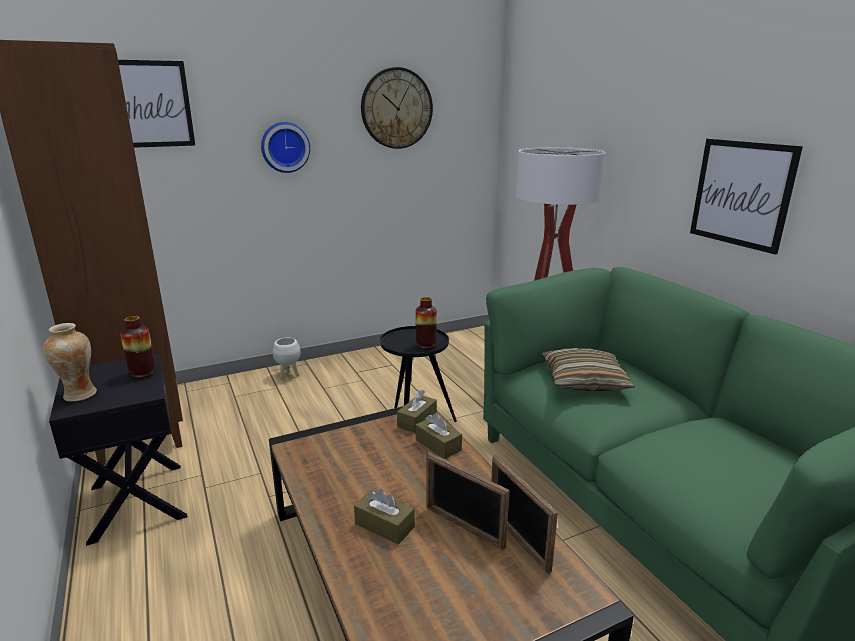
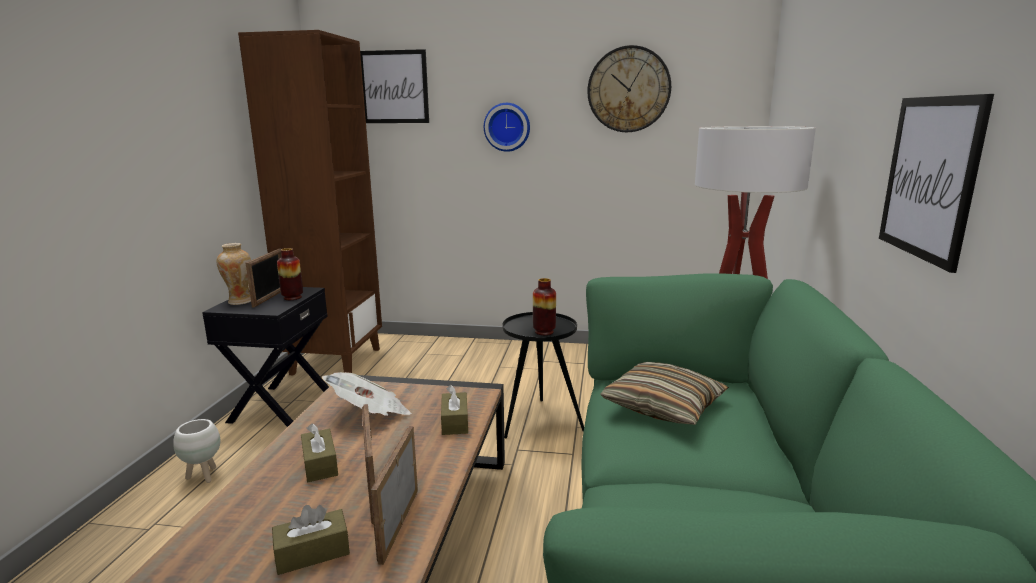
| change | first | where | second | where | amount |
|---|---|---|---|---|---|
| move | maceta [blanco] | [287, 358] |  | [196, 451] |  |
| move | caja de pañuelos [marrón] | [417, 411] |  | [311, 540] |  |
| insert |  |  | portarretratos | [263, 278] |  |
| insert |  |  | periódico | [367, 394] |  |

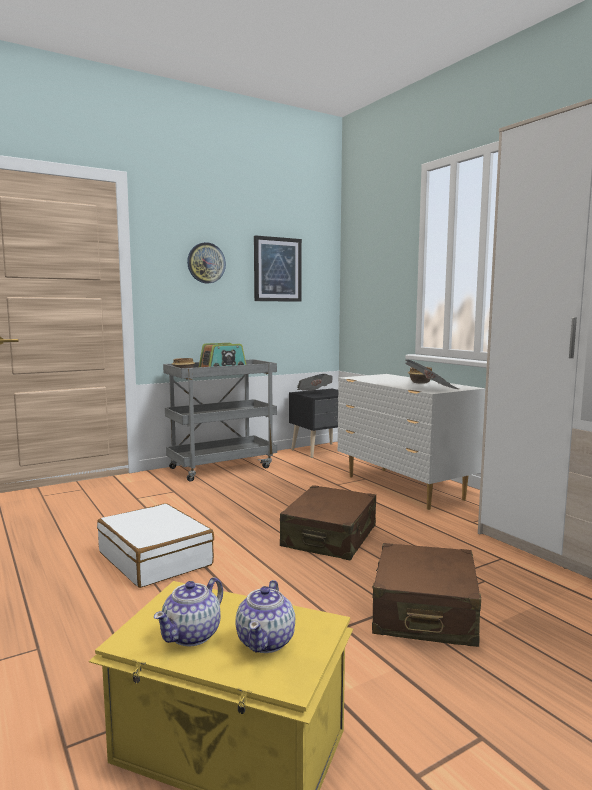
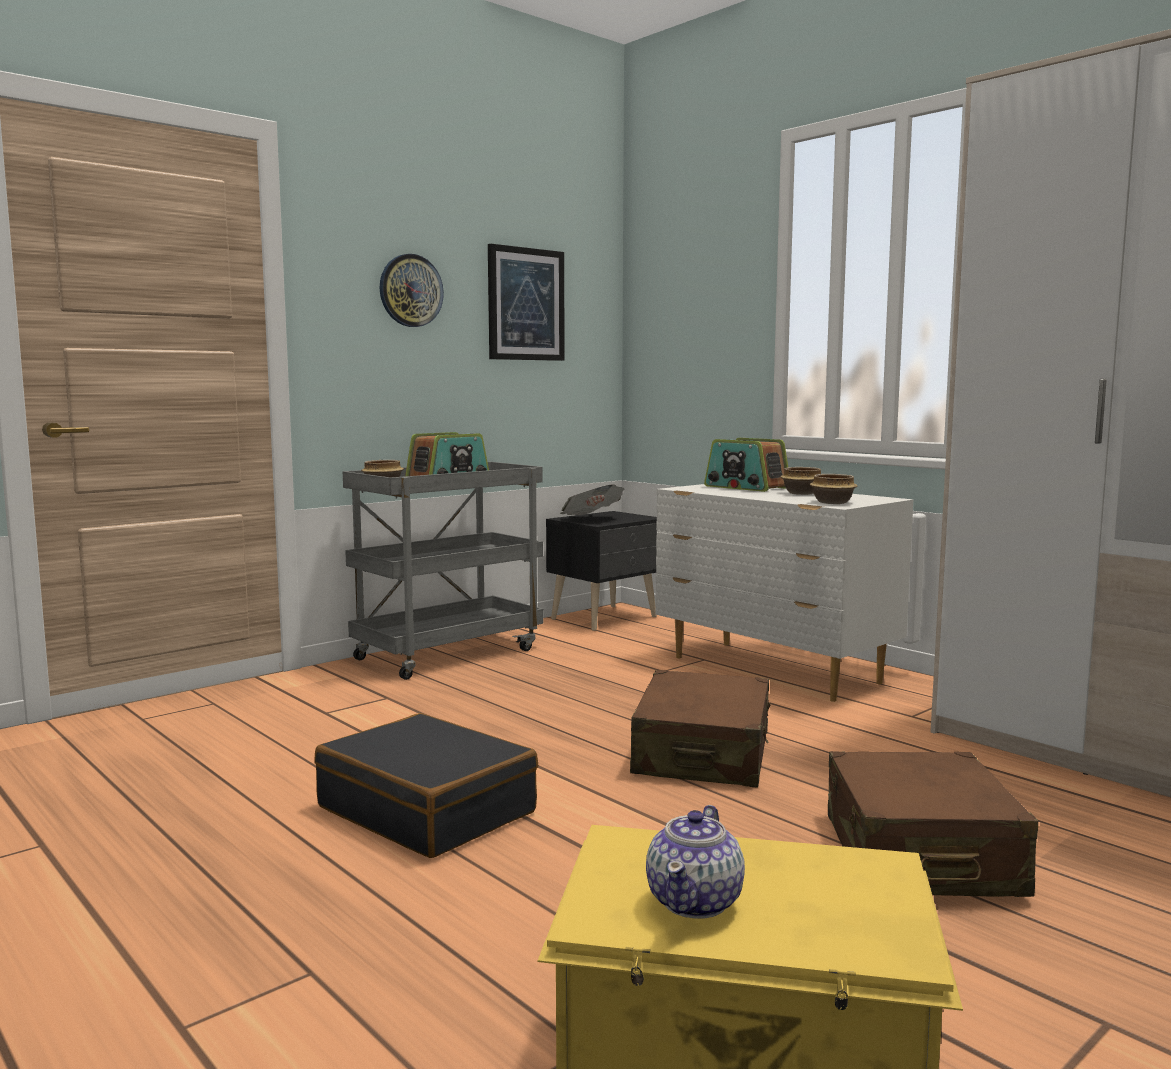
| change | first | where | second | where | amount |
|---|---|---|---|---|---|
| recolor | maleta [blanco] | [155, 545] | maleta [negro] | [426, 785] |  |
| delete | tetera | [265, 616] |  |  |  |
| replace | periódico | [432, 374] | cuenco | [833, 489] |  |
| insert |  |  | radio | [746, 465] |  |

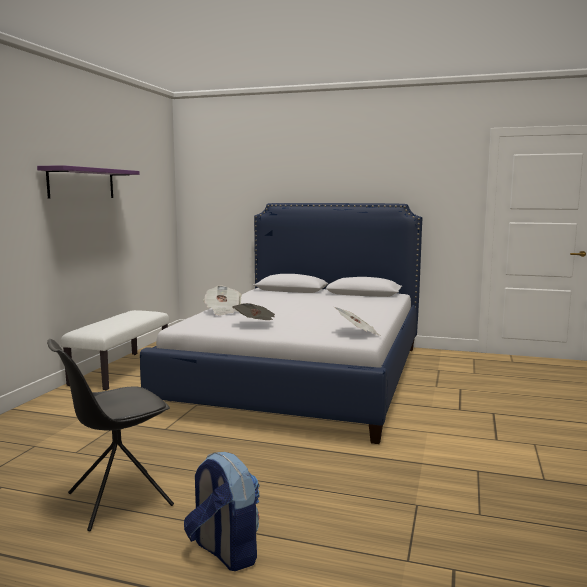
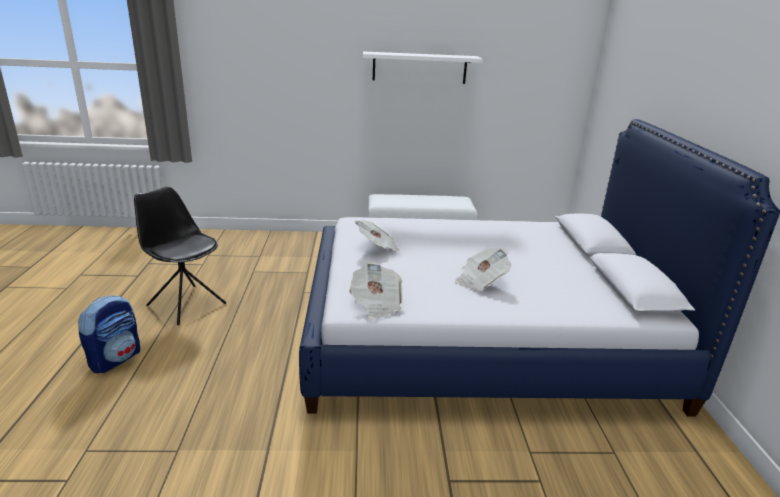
| change | first | where | second | where | amount |
|---|---|---|---|---|---|
| recolor | estante [morado] | [88, 182] | estante [blanco] | [423, 67] |  |
| move | periódico | [222, 300] |  | [483, 269] |  |

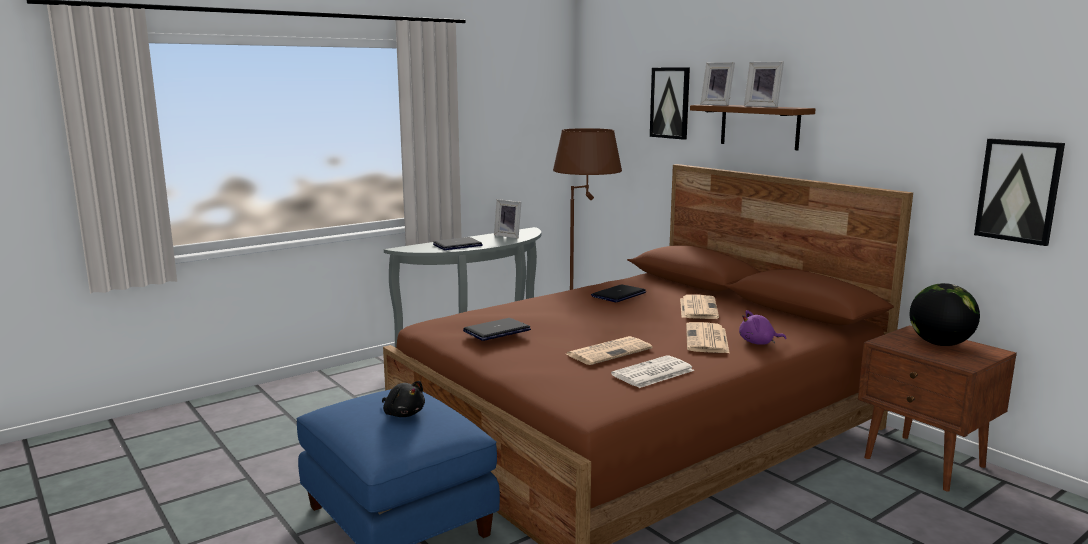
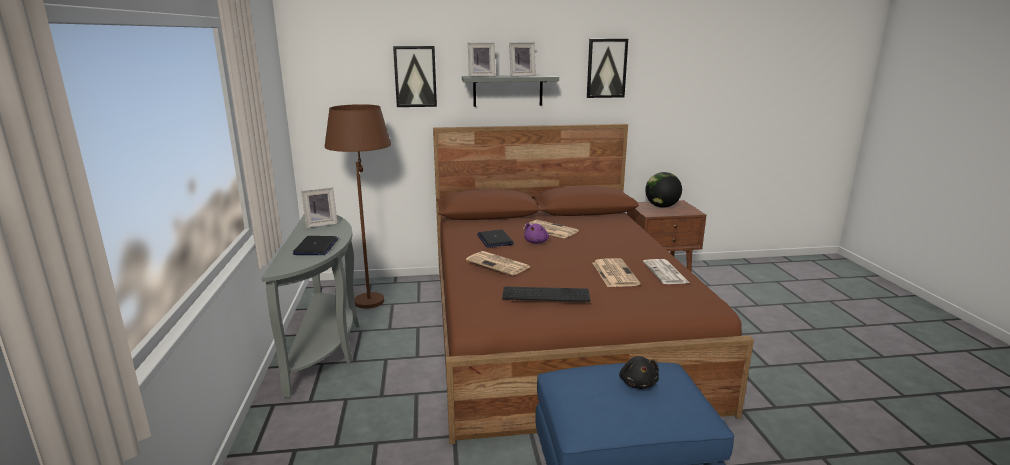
| change | first | where | second | where | amount |
|---|---|---|---|---|---|
| rotate | peluche [negro] | [403, 399] |  | [639, 372] | 105 degrees clockwise |
| replace | portátil | [497, 329] | teclado | [546, 294] |  |
| move | periódico | [708, 337] |  | [498, 263] |  |
| recolor | estante [marrón] | [753, 127] | estante [gris] | [510, 91] |  |
| move | peluche [morado] | [762, 327] |  | [536, 233] |  |
| move | cuadro | [1019, 192] |  | [607, 68] |  |

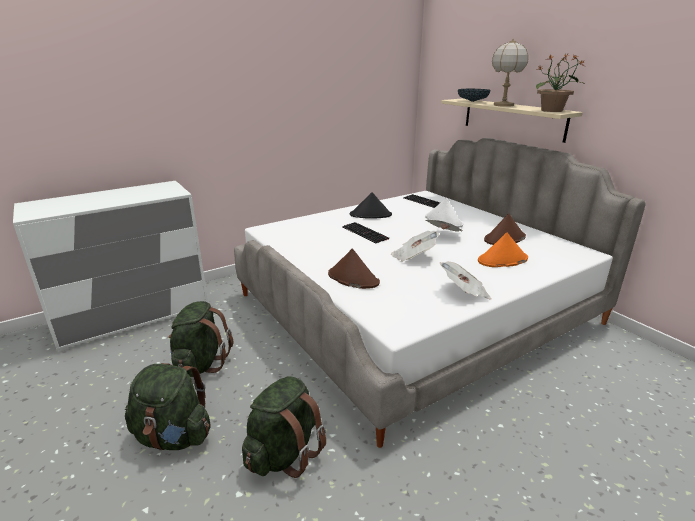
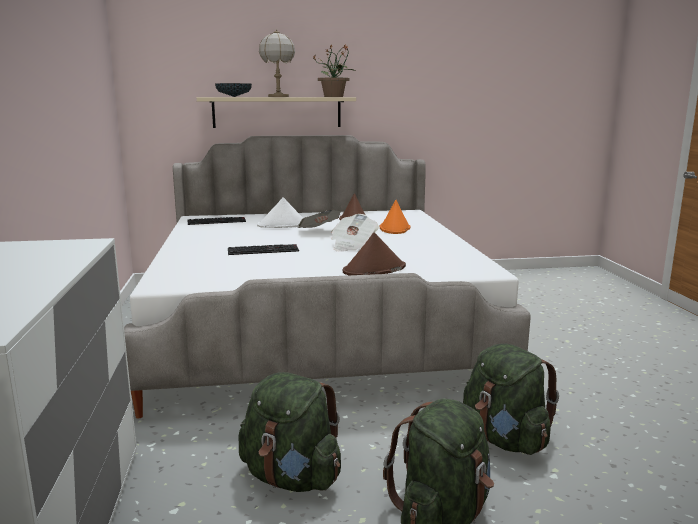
| change | first | where | second | where | amount |
|---|---|---|---|---|---|
| delete | sombrero [negro] | [371, 205] |  |  |  |
| delete | periódico | [466, 280] |  |  |  |

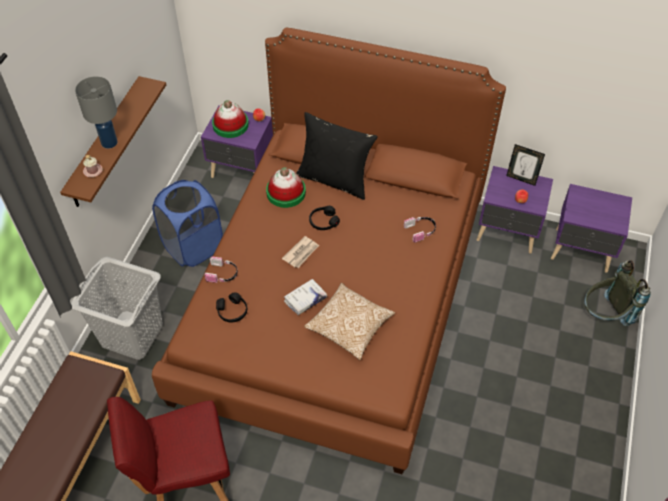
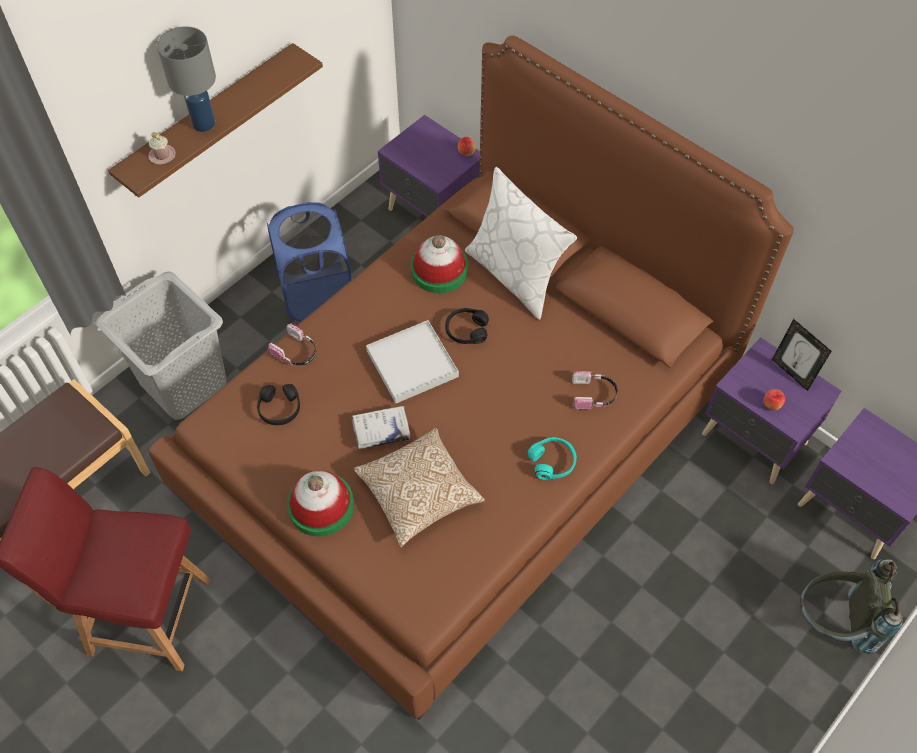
| change | first | where | second | where | amount |
|---|---|---|---|---|---|
| move | sombrero | [230, 119] |  | [320, 503] |  |
| replace | periódico | [300, 252] | bandeja [blanco] | [412, 362] |  |
| recolor | cojín [negro] | [337, 156] | cojín [blanco] | [521, 243] |  |
| insert |  |  | auriculares [turquesa] | [552, 458] |  |

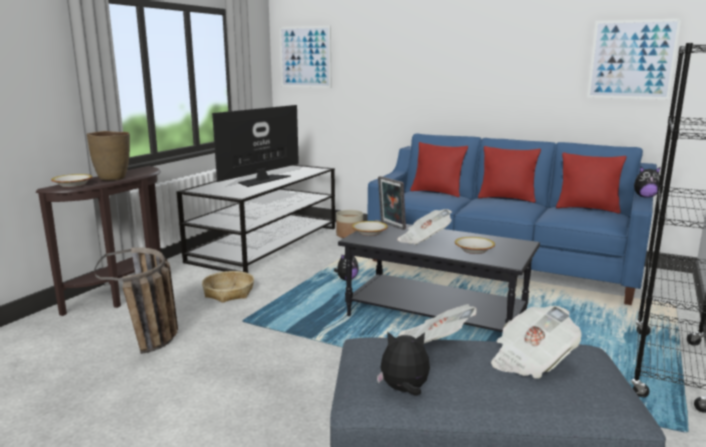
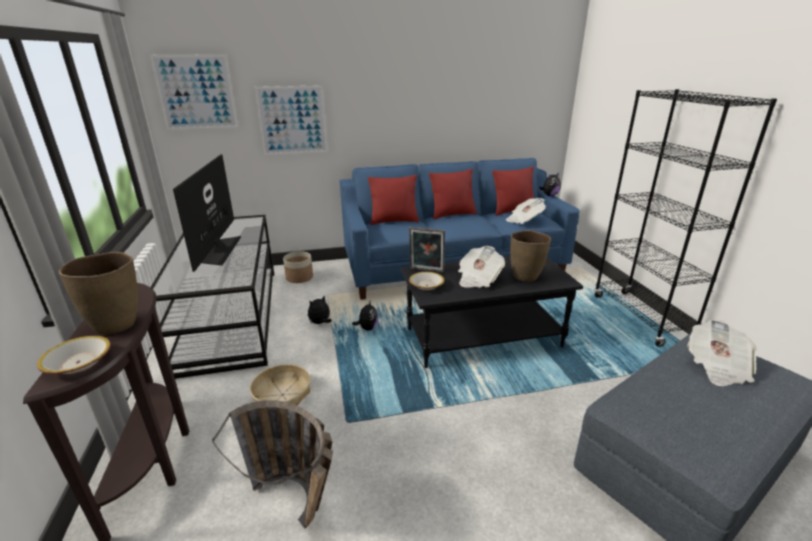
| change | first | where | second | where | amount |
|---|---|---|---|---|---|
| move | peluche | [403, 364] |  | [320, 310] |  |
| move | periódico | [438, 323] |  | [526, 211] |  |
| replace | cuenco | [475, 245] | florero [marrón] | [530, 256] |  |
| move | cuadro | [634, 59] |  | [291, 120] |  |

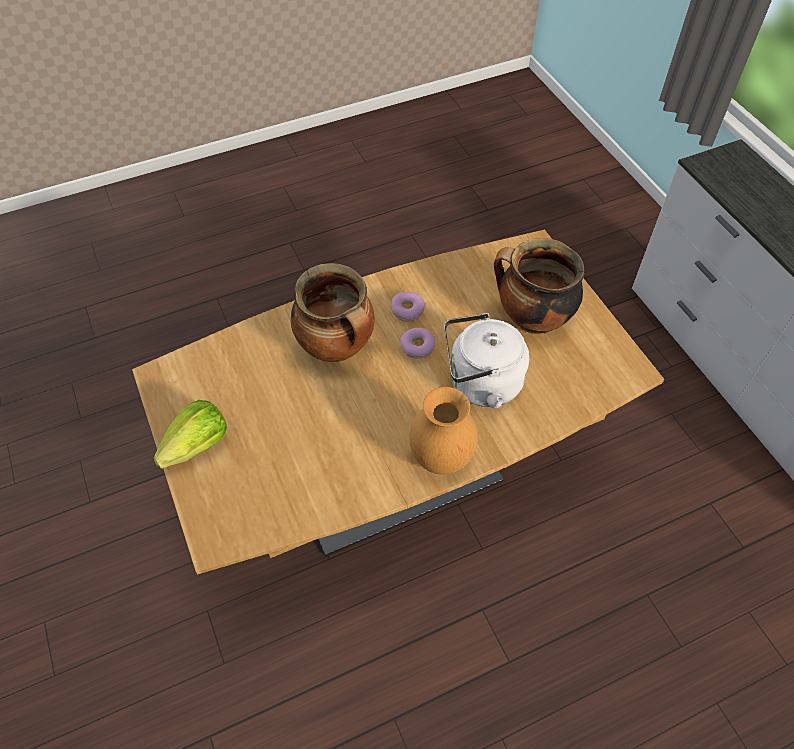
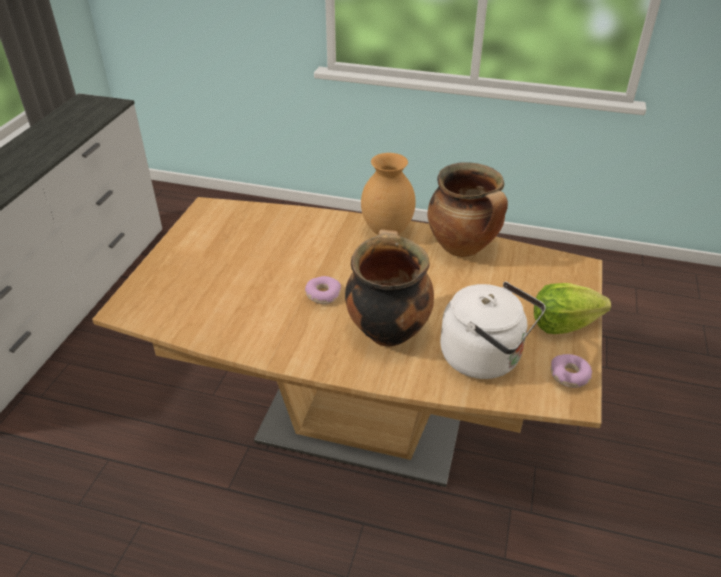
| change | first | where | second | where | amount |
|---|---|---|---|---|---|
| move | rosquilla | [408, 307] |  | [571, 371] |  |
| move | hervidor [blanco] | [486, 361] |  | [493, 330] |  |
| move | olla | [539, 286] |  | [467, 209] |  |

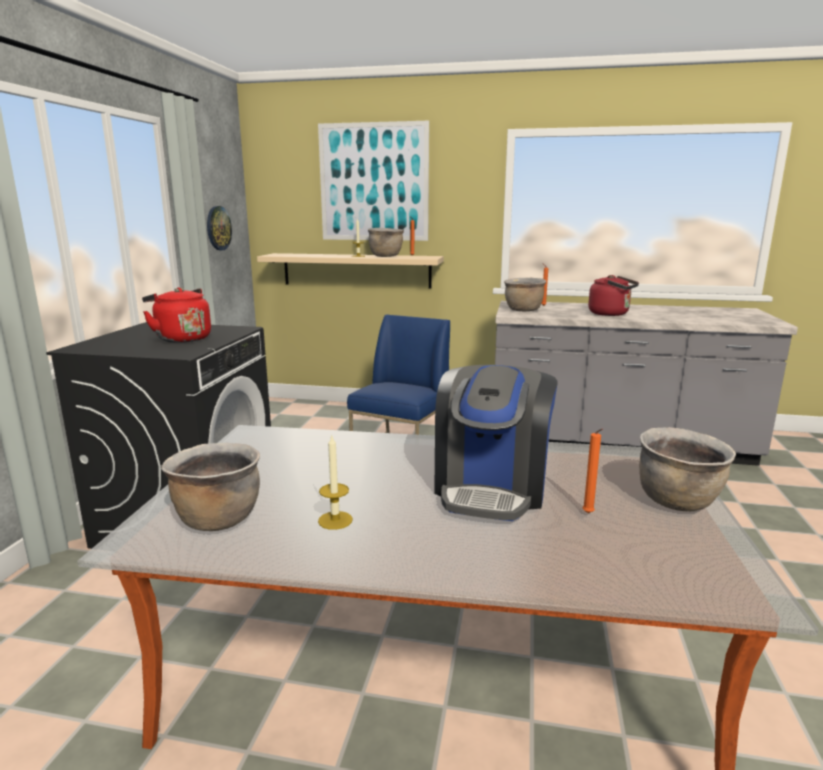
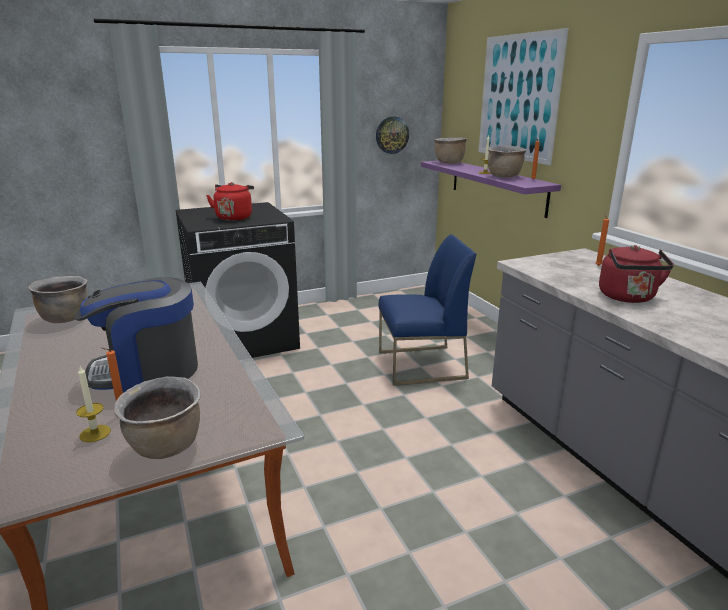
| change | first | where | second | where | amount |
|---|---|---|---|---|---|
| recolor | estante [beis] | [350, 270] | estante [morado] | [491, 189] |  |
| move | vela | [335, 482] |  | [93, 404] |  |
| move | olla [marrón] | [525, 294] |  | [450, 150] |  |

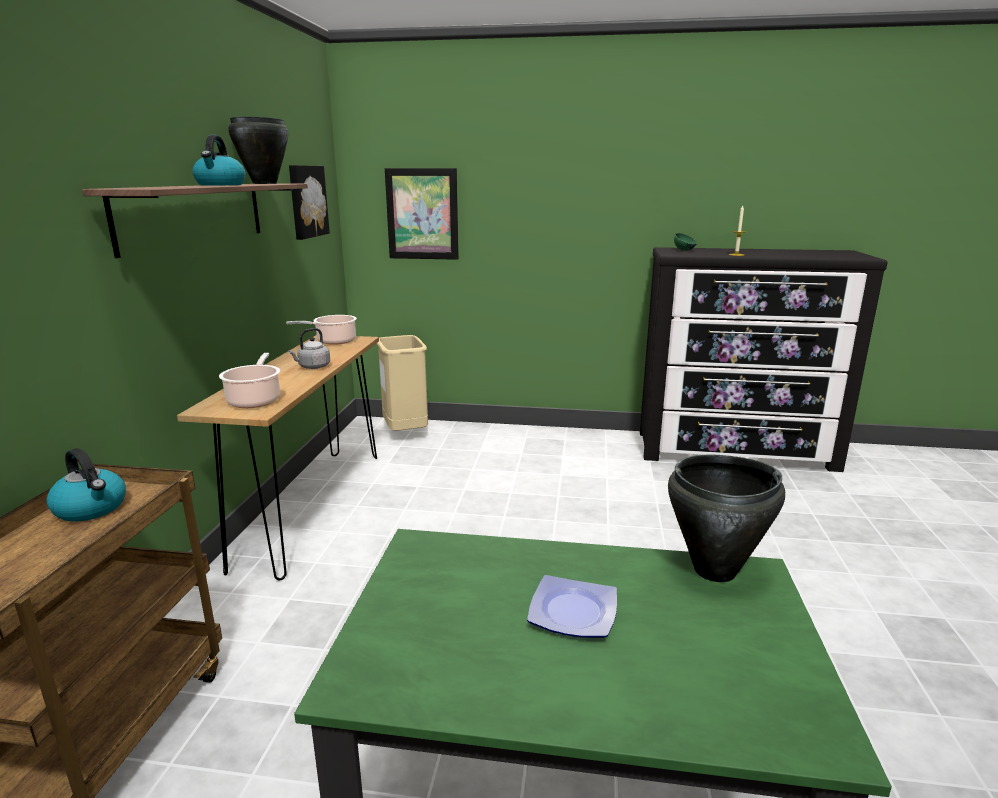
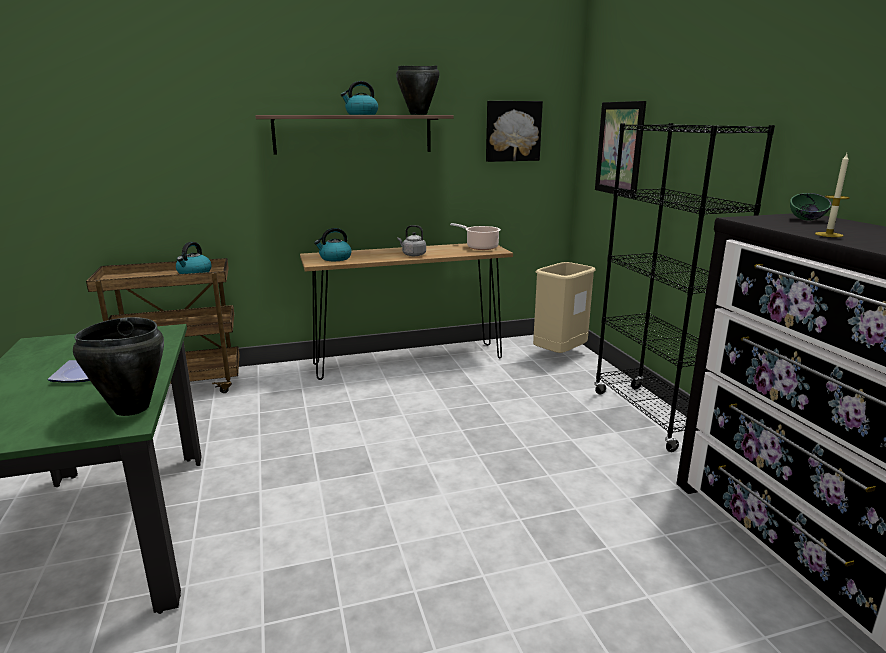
| change | first | where | second | where | amount |
|---|---|---|---|---|---|
| replace | olla | [249, 380] | hervidor | [333, 244] |  |
| insert |  |  | estantería [negro] | [684, 287] |  |

